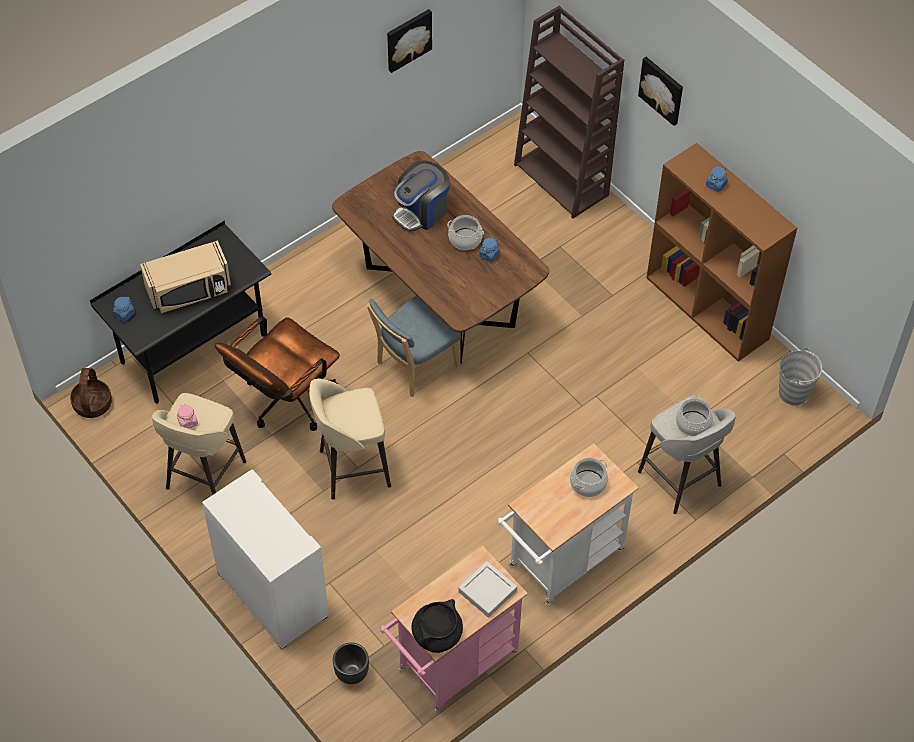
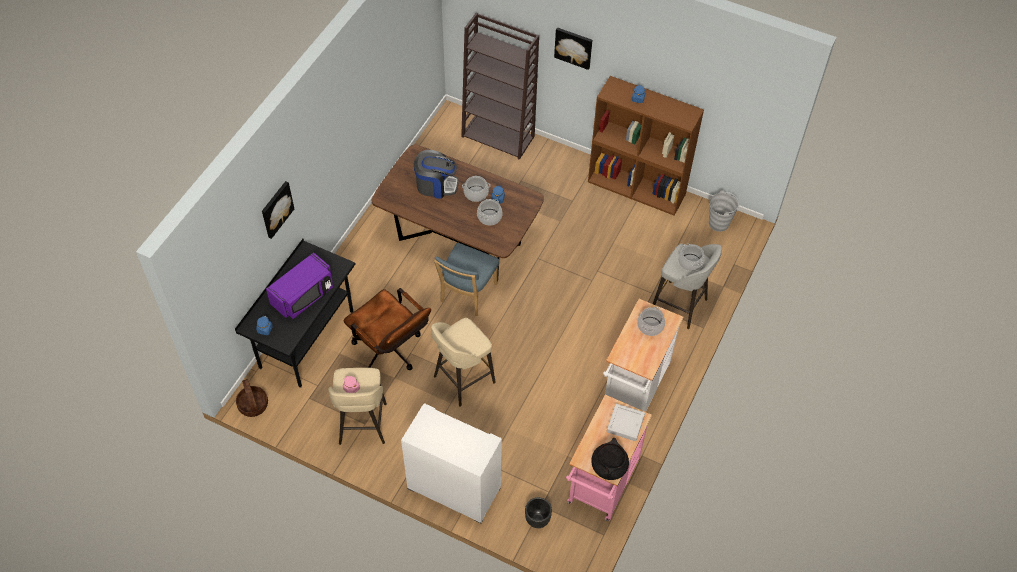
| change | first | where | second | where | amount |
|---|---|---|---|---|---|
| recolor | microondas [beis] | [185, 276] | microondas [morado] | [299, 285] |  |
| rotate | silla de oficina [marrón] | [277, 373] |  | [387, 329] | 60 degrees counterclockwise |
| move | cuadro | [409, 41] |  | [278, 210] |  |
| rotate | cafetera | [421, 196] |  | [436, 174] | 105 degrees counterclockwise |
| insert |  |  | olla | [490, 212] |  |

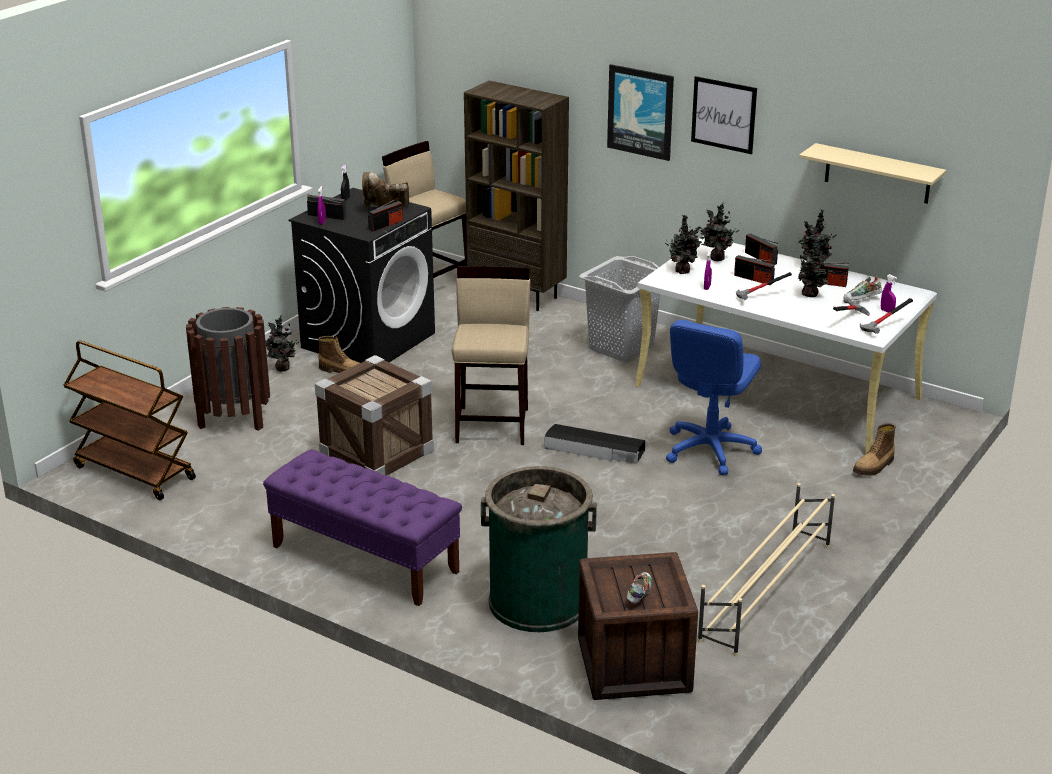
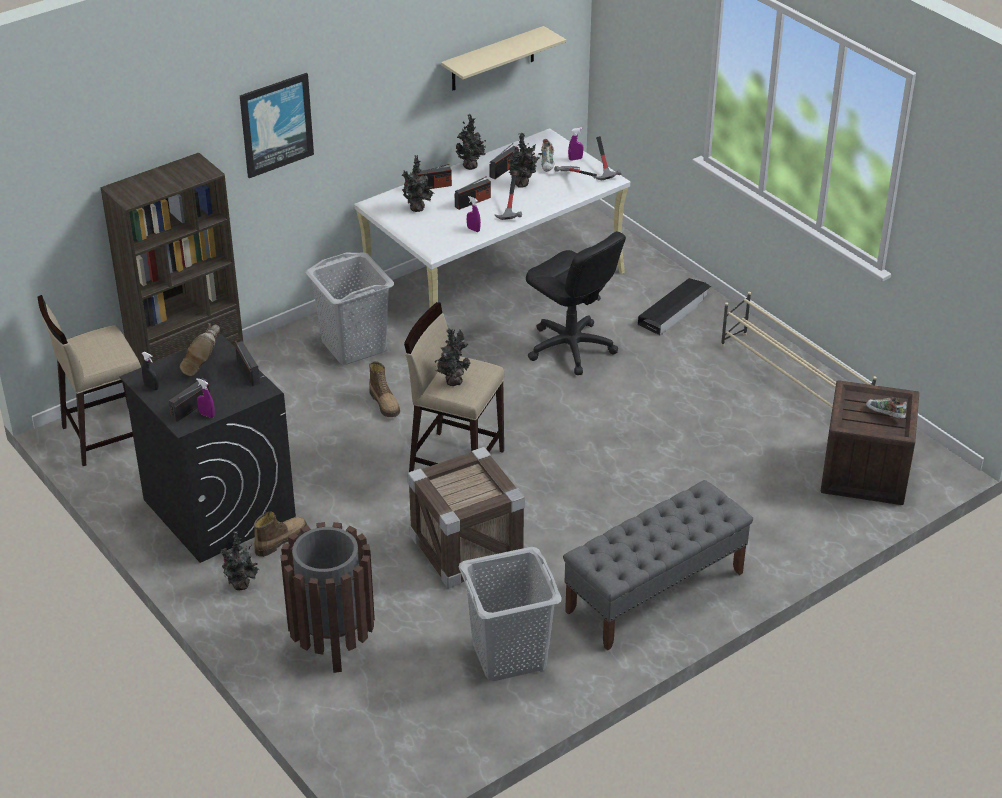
| change | first | where | second | where | amount |
|---|---|---|---|---|---|
| delete | carrito [marrón] | [129, 420] |  |  |  |
| recolor | banco [morado] | [362, 527] | banco [gris] | [658, 565] |  |
| delete | papelera [verde] | [539, 549] |  |  |  |
| move | caja de almacenaje [negro] | [594, 443] |  | [674, 307] |  |
| move | planta en maceta | [685, 244] |  | [453, 357] |  |
| recolor | silla de oficina [azul] | [714, 397] | silla de oficina [negro] | [576, 303] |  |
| delete | cuadro | [724, 115] |  |  |  |
| move | bota | [874, 449] |  | [384, 389] |  |
| insert |  |  | cesto de la ropa [gris] | [510, 614] |  |

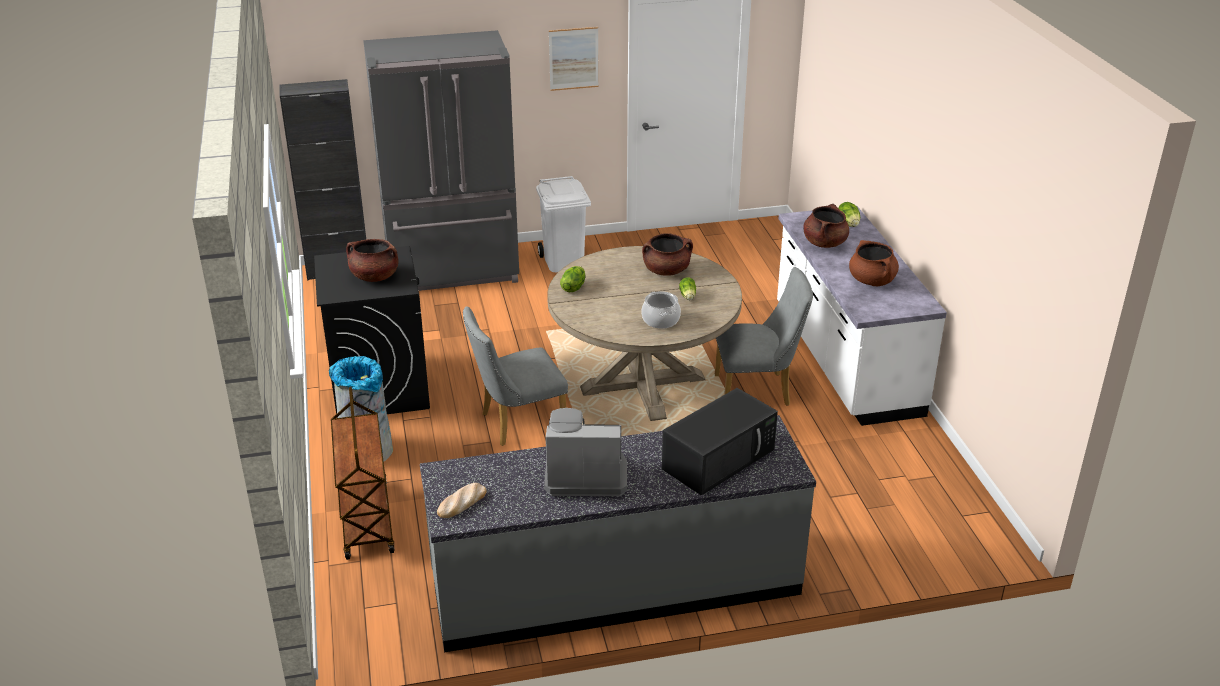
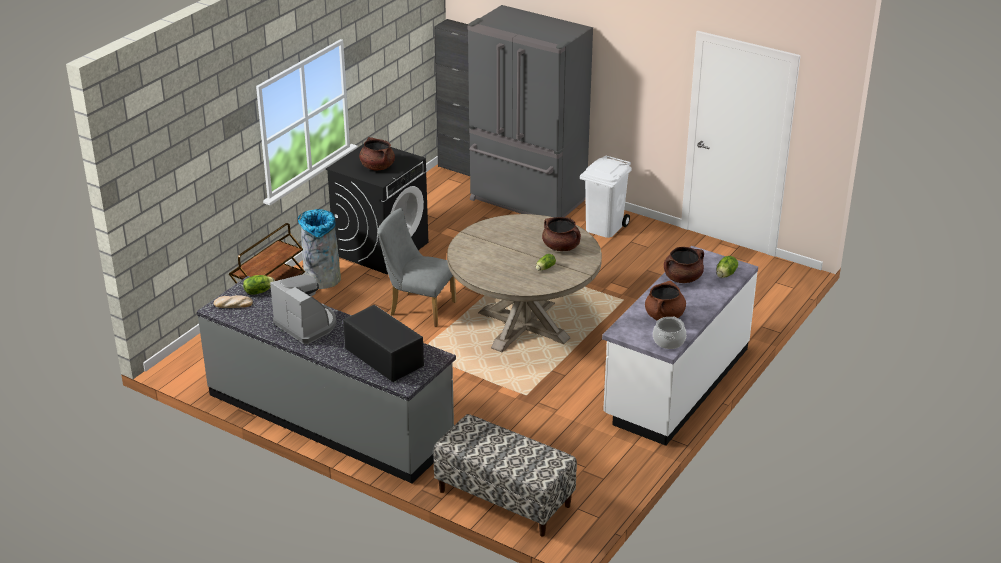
| change | first | where | second | where | amount |
|---|---|---|---|---|---|
| delete | cuadro | [574, 59] |  |  |  |
| move | lechuga | [572, 279] |  | [259, 285] |  |
| move | olla | [661, 310] |  | [669, 333] |  |
| rotate | microondas [negro] | [720, 441] |  | [383, 343] | 135 degrees counterclockwise |
| delete | silla [gris] | [764, 336] |  |  |  |
| insert |  |  | banco | [505, 475] |  |

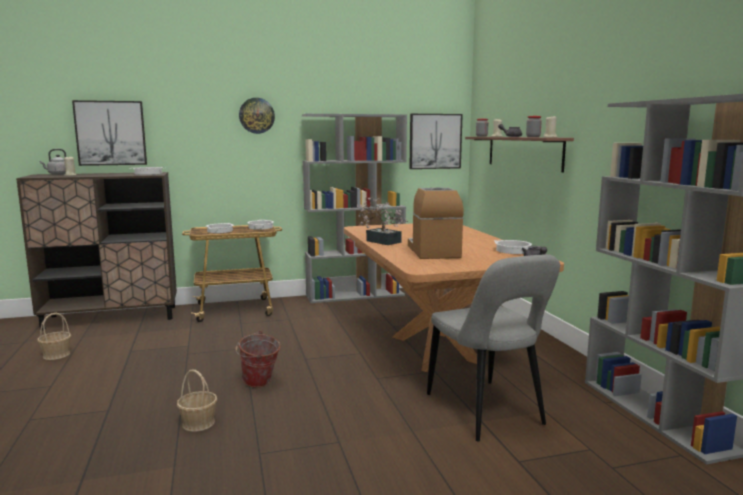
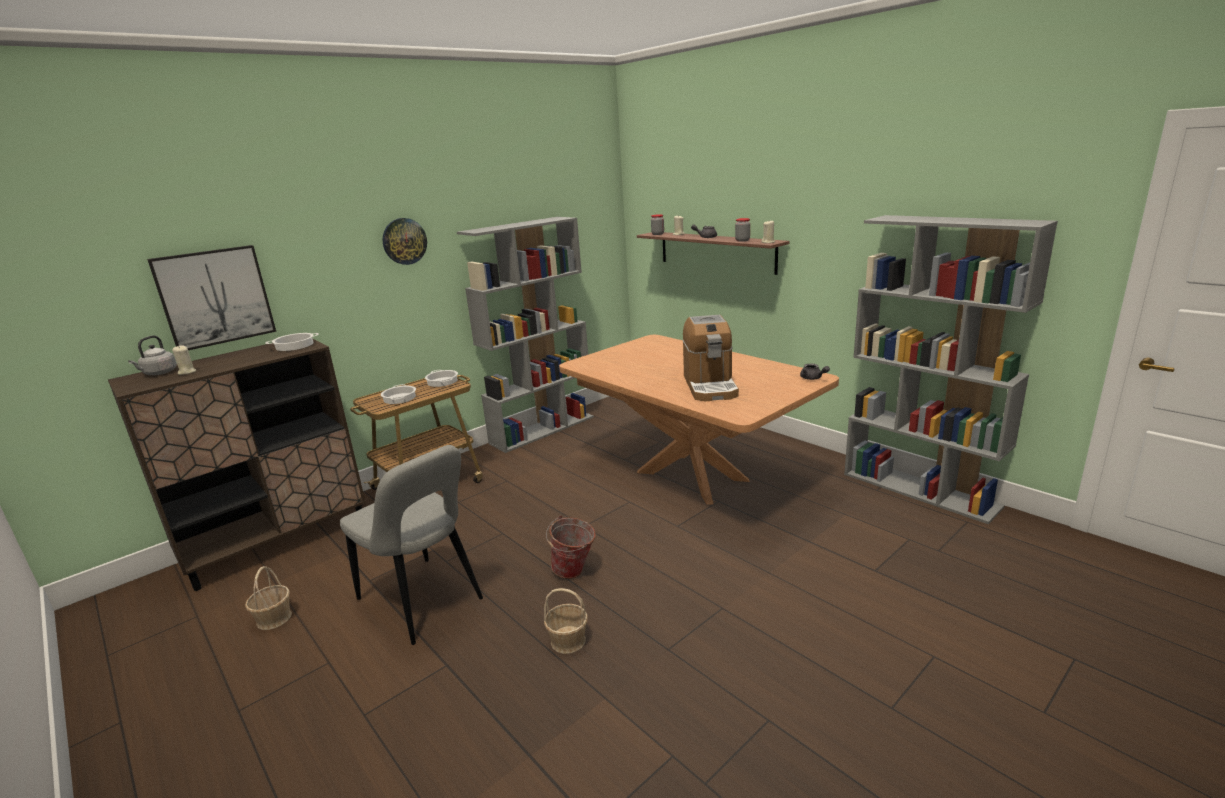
| change | first | where | second | where | amount |
|---|---|---|---|---|---|
| delete | planta en maceta | [382, 221] |  |  |  |
| rotate | cafetera | [436, 223] |  | [711, 358] | 150 degrees counterclockwise |
| delete | cuadro | [436, 141] |  |  |  |
| move | silla [gris] | [493, 348] |  | [411, 545] |  |
| delete | olla | [513, 247] |  |  |  |

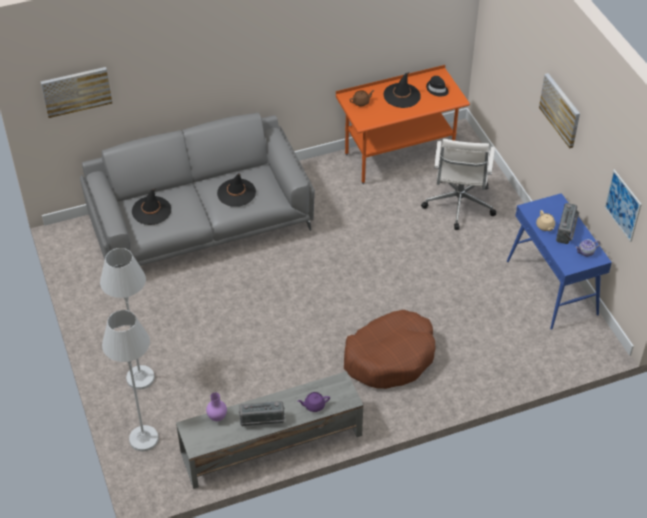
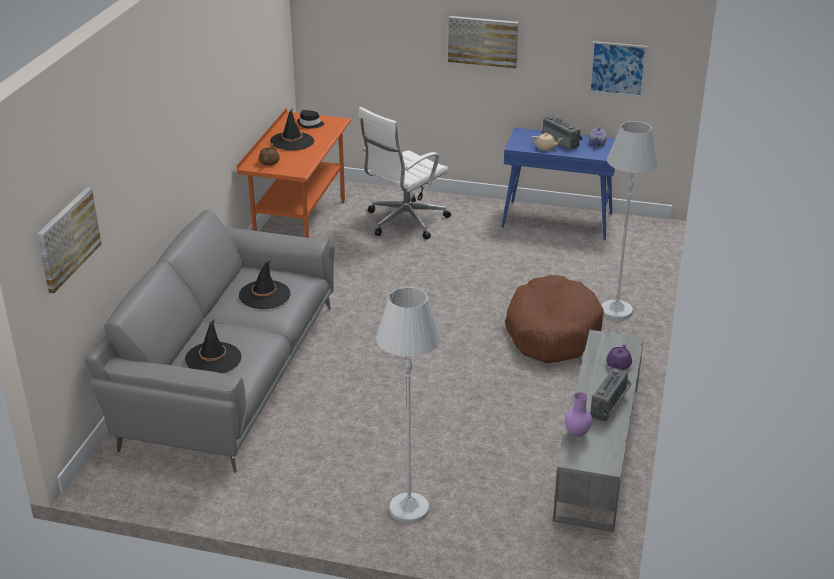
| change | first | where | second | where | amount |
|---|---|---|---|---|---|
| move | lámpara de pie [blanco] | [130, 381] |  | [629, 220] |  |
| rotate | silla de oficina [blanco] | [458, 184] |  | [404, 173] | 90 degrees clockwise |

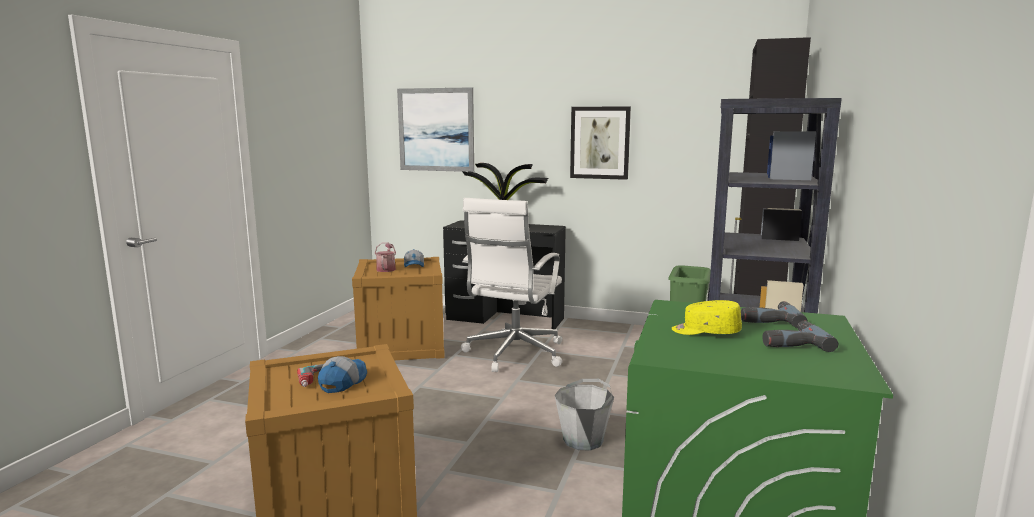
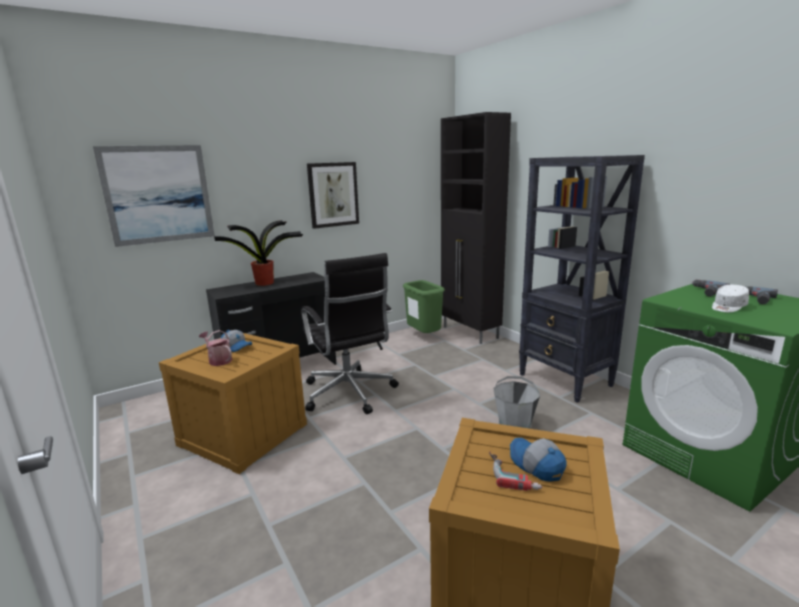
| change | first | where | second | where | amount |
|---|---|---|---|---|---|
| recolor | silla de oficina [blanco] | [511, 285] | silla de oficina [negro] | [350, 333] |  |
| recolor | gorra [amarillo] | [707, 317] | gorra [blanco] | [730, 298] |  |

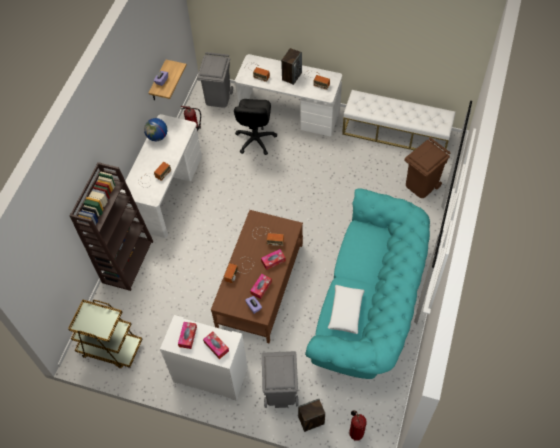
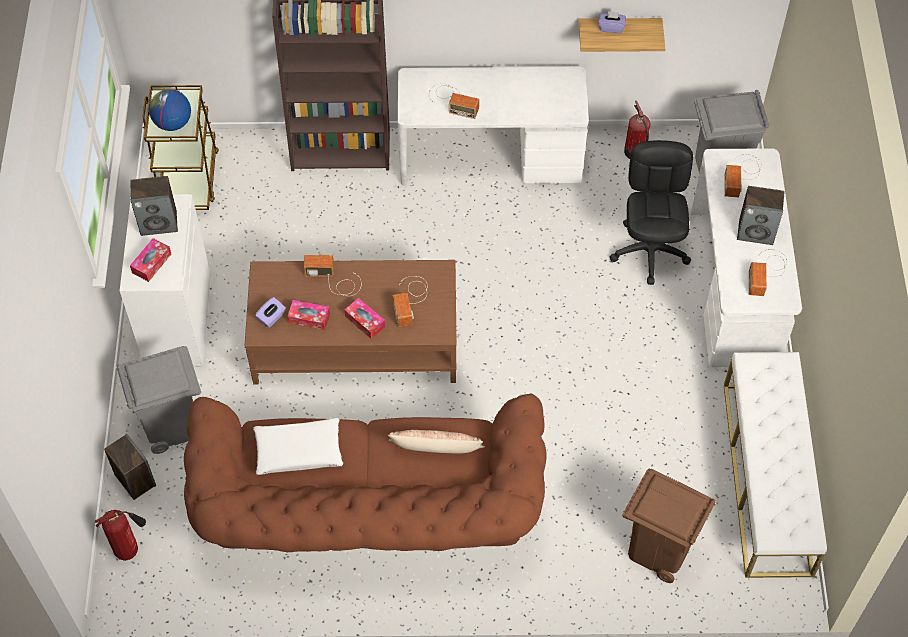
| change | first | where | second | where | amount |
|---|---|---|---|---|---|
| move | globo terráqueo | [155, 129] |  | [170, 110] |  |
| replace | caja de pañuelos | [187, 335] | altavoz | [154, 206] |  |
| rotate | silla de oficina [negro] | [255, 127] |  | [651, 212] | 105 degrees clockwise |
| recolor | sofá [turquesa] | [367, 283] | sofá [marrón] | [365, 473] |  |
| insert |  |  | cojín | [436, 442] |  |

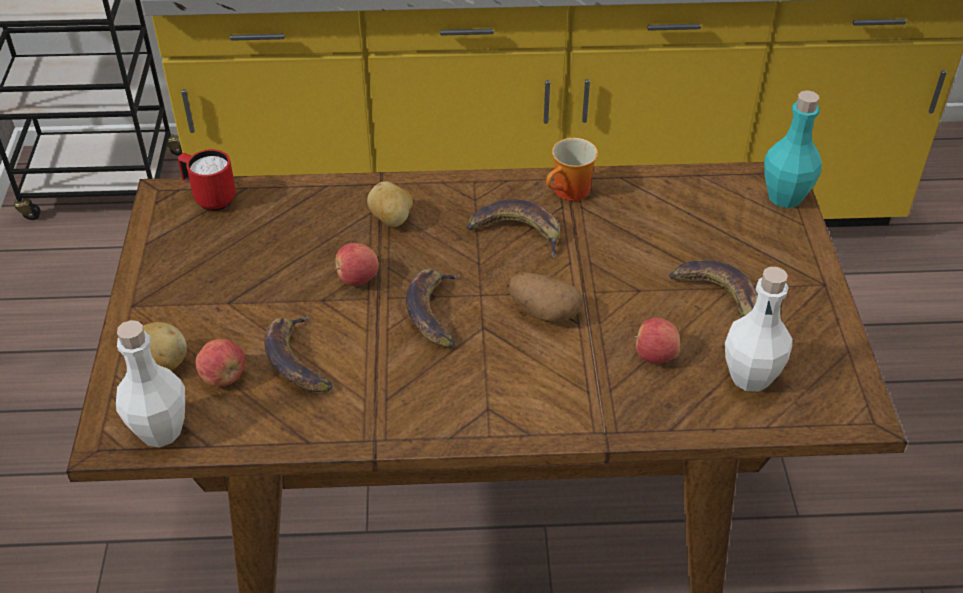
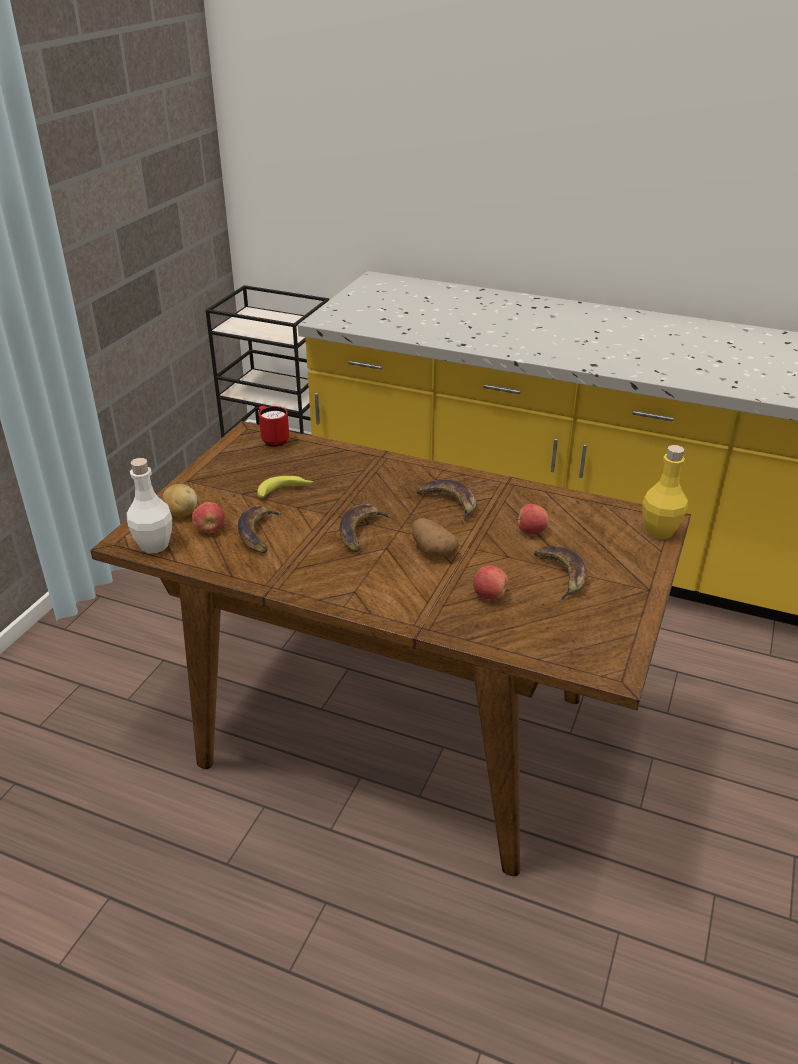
| change | first | where | second | where | amount |
|---|---|---|---|---|---|
| move | manzana | [357, 264] |  | [532, 519] |  |
| delete | patata | [390, 204] |  |  |  |
| delete | taza grande | [572, 169] |  |  |  |
| delete | botella [blanco] | [758, 329] |  |  |  |
| recolor | botella [turquesa] | [793, 149] | botella [amarillo] | [665, 492] |  |
| insert |  |  | plátano | [285, 487] |  |

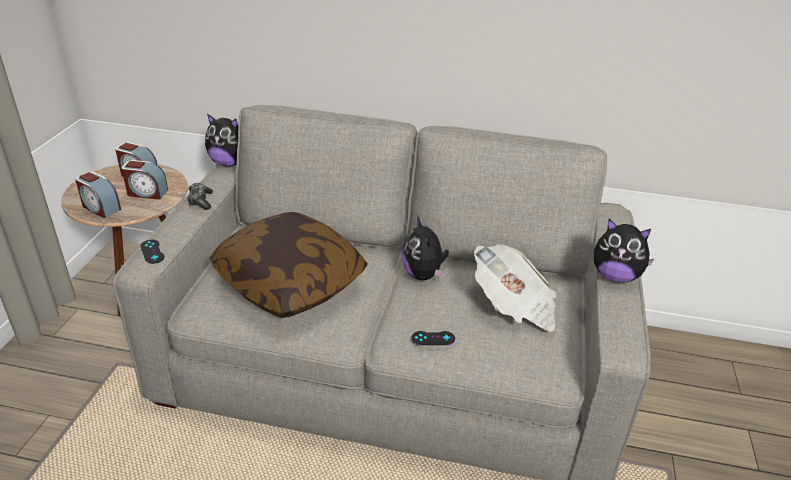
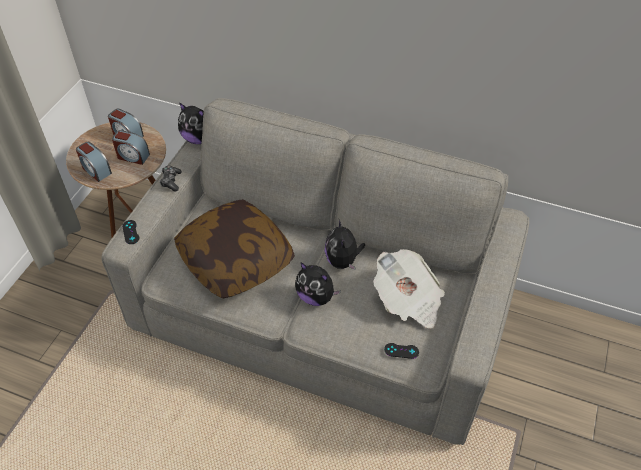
| change | first | where | second | where | amount |
|---|---|---|---|---|---|
| move | mando de consola [negro] | [433, 338] |  | [401, 351] |  |
| move | peluche | [624, 250] |  | [318, 284] |  |

